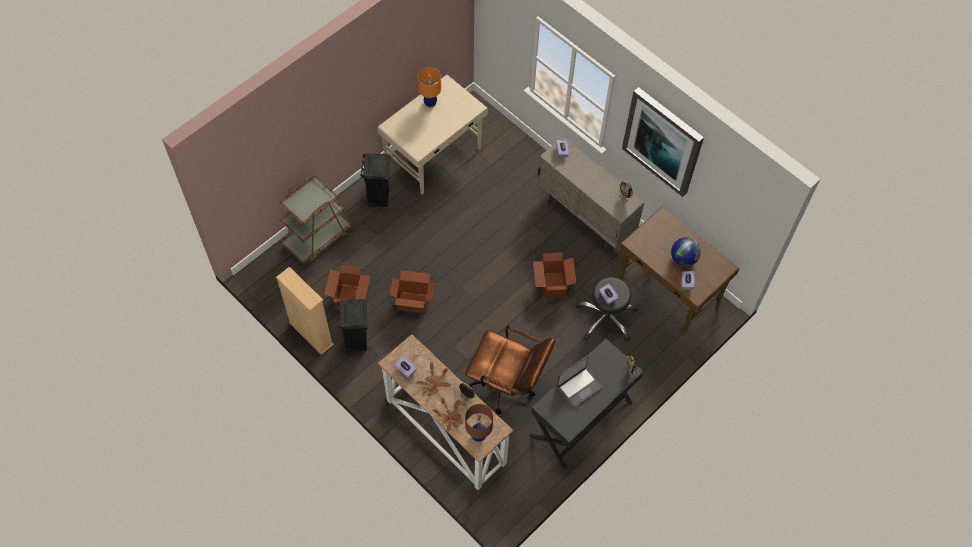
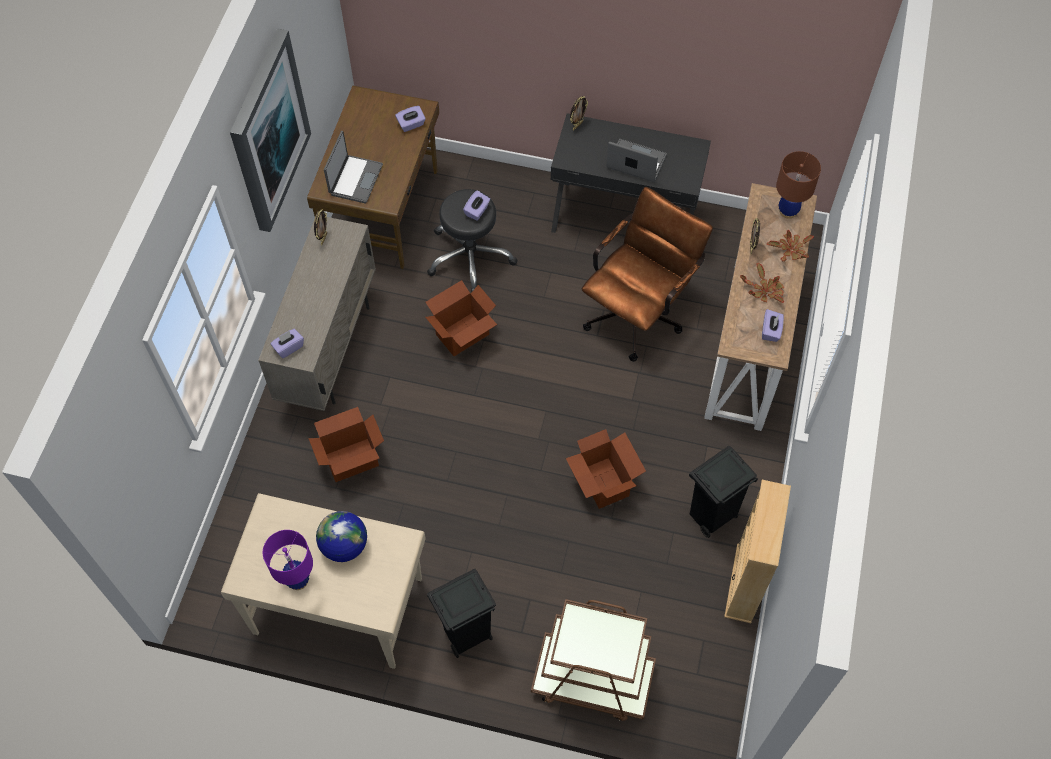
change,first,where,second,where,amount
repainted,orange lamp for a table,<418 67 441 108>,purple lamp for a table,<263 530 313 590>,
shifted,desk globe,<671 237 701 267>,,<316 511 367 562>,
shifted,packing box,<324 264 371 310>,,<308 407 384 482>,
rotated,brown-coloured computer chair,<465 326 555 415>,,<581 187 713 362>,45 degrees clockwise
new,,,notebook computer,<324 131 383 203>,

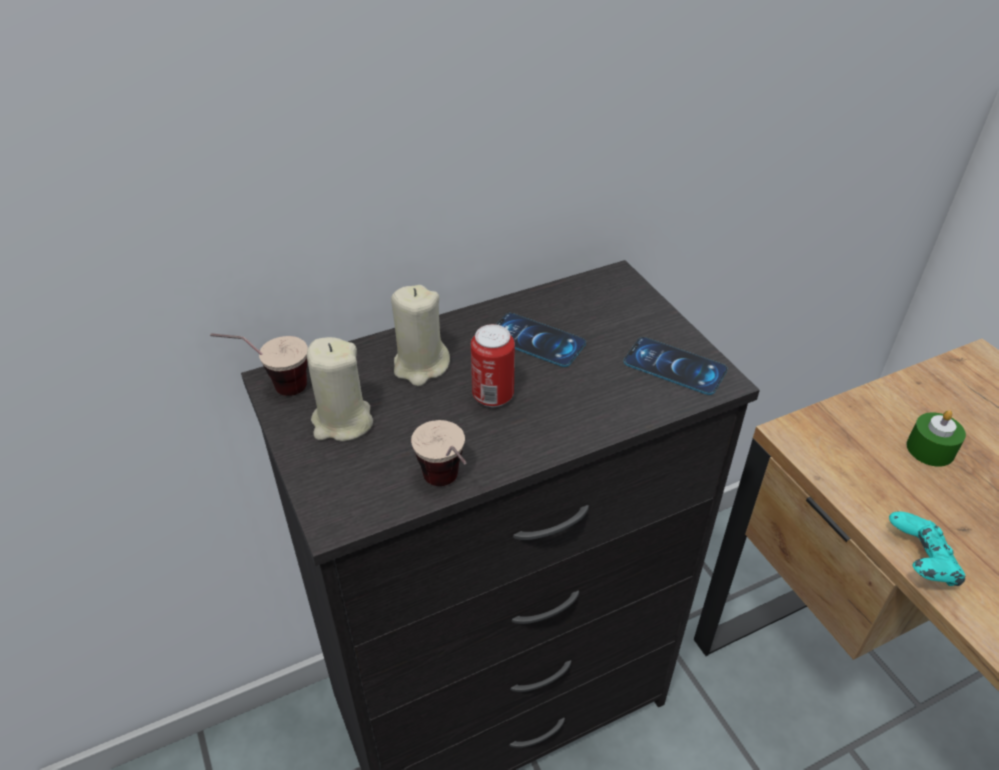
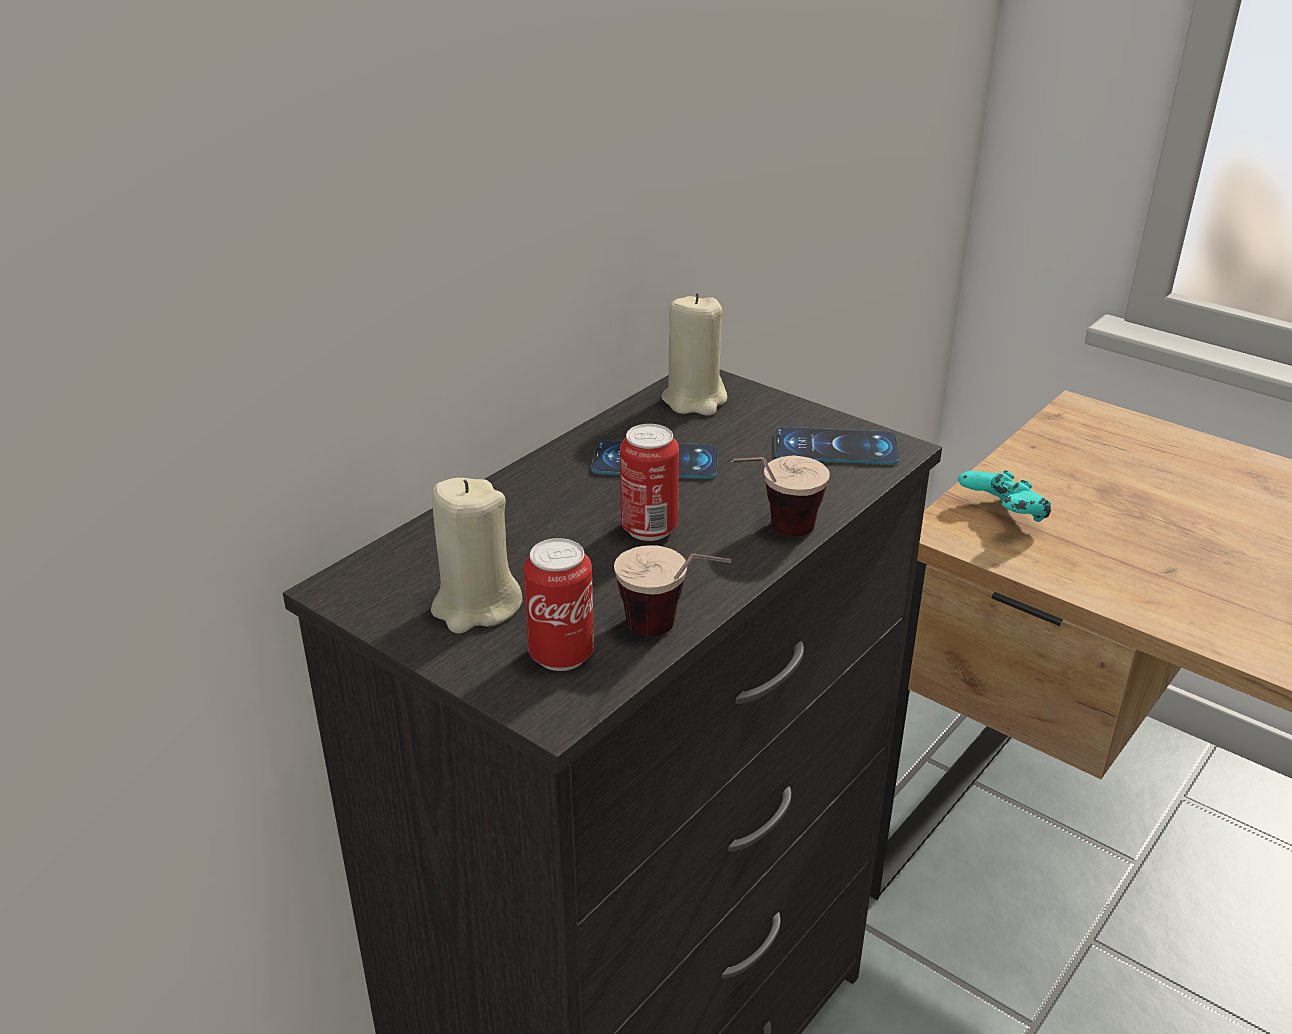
change,first,where,second,where,amount
shifted,sand-coloured wax candle,<391 285 450 386>,,<662 293 727 416>,
shifted,small cup,<210 333 308 396>,,<731 456 830 537>,
gone,green-coloured wax candle,<906 410 966 467>,,,
shifted,blue-green joypad,<889 511 966 586>,,<958 470 1051 522>,
new,,,sealed can,<523 538 594 671>,

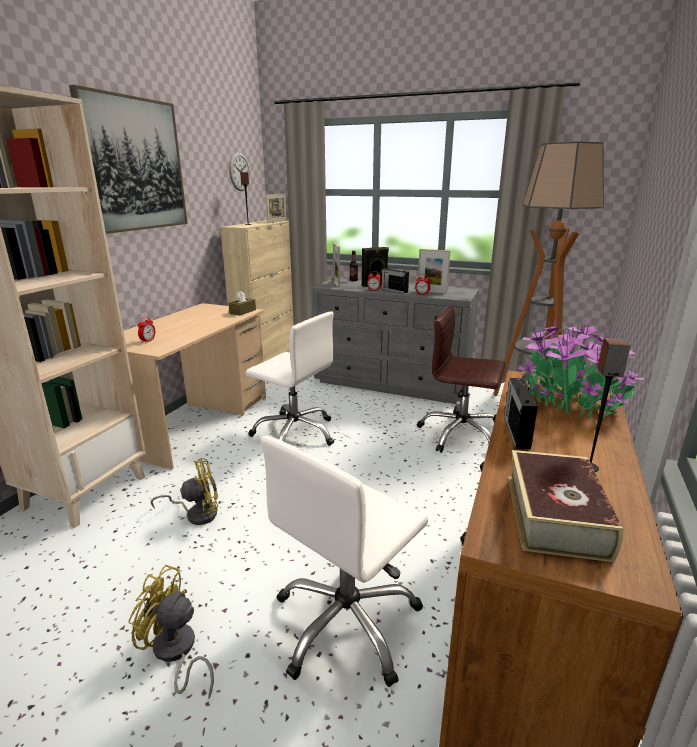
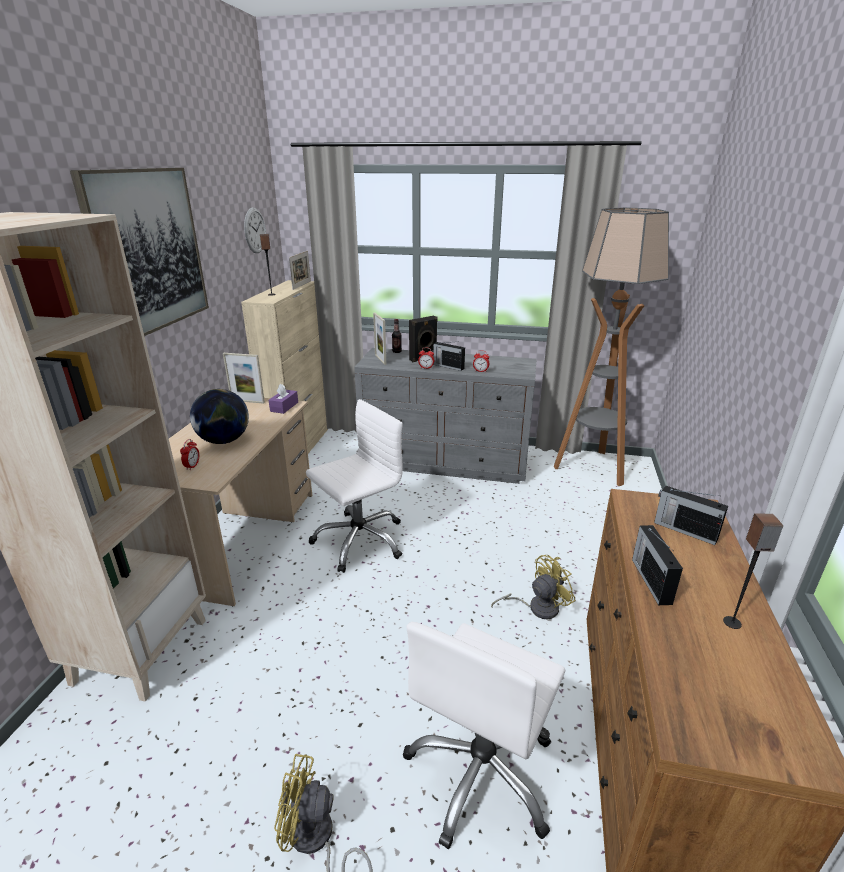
change,first,where,second,where,amount
shifted,standing frame,<418 249 451 294>,,<223 353 265 404>,
repainted,brown-coloured box of tissues,<229 290 256 316>,purple box of tissues,<269 384 298 414>,
gone,brown-coloured computer chair,<417 305 505 453>,,,
rotated,white computer chair,<246 311 334 446>,,<306 399 403 573>,60 degrees counterclockwise
swapped,plant in a pot,<518 317 644 418>,radio receiver,<654 486 728 545>,
gone,book,<508 450 623 563>,,,
shifted,yellow cooling fan,<151 458 218 525>,,<491 555 576 619>,
new,,,desk globe,<190 389 249 444>,

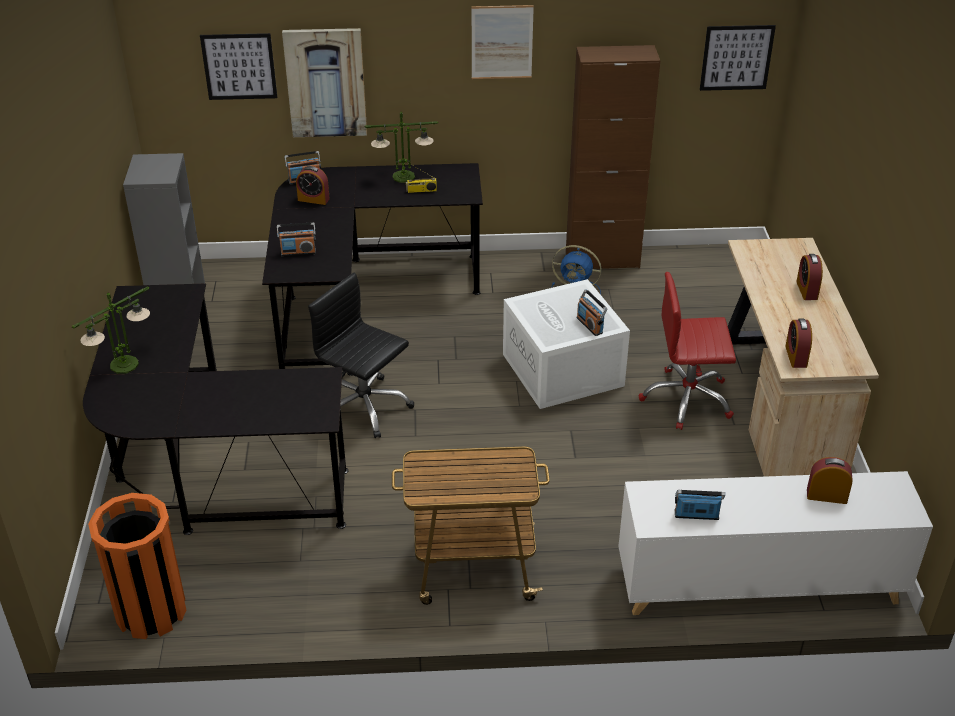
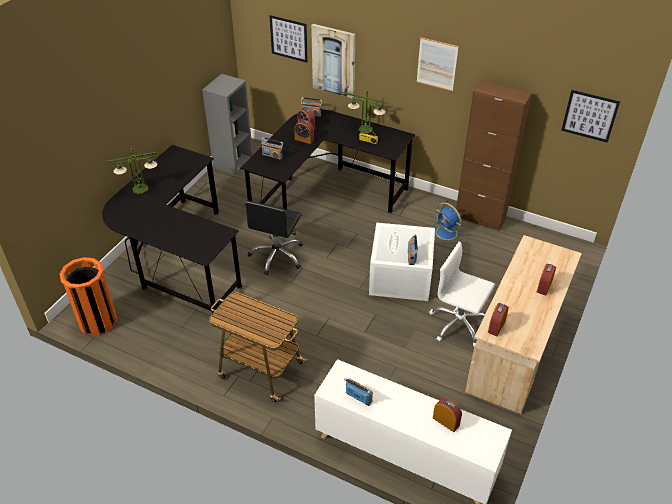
change,first,where,second,where,amount
repainted,red computer chair,<639 272 736 430>,white computer chair,<429 242 495 346>,
rotated,blackish computer chair,<308 273 414 438>,,<245 201 303 275>,135 degrees counterclockwise
new,,,alarm clock,<294 120 314 144>,

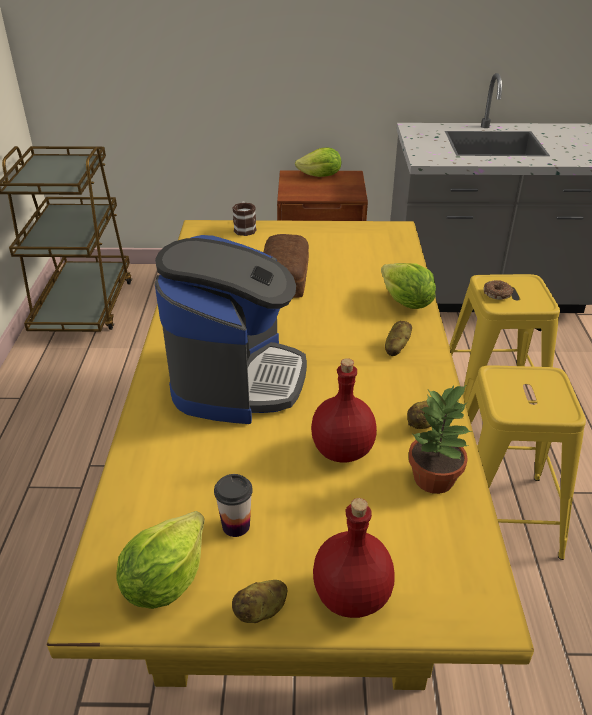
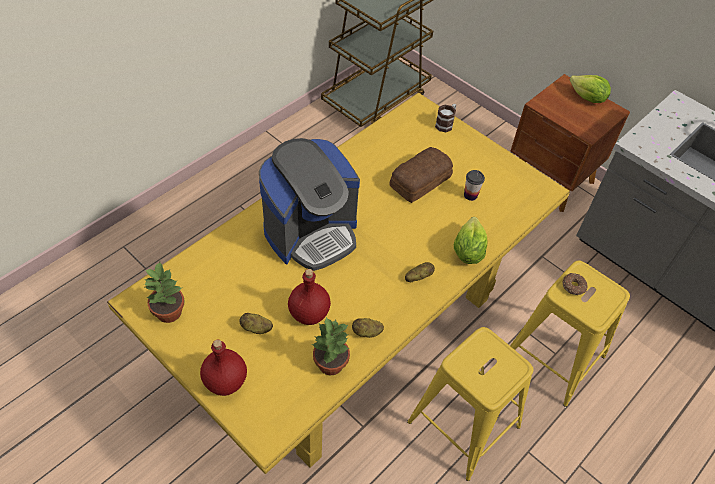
change,first,where,second,where,amount
shifted,small cup,<214 474 253 537>,,<464 170 485 201>,
swapped,head of lettuce,<117 511 205 609>,plant in a pot,<144 262 184 323>,
shifted,spud,<232 580 287 623>,,<239 313 273 334>,

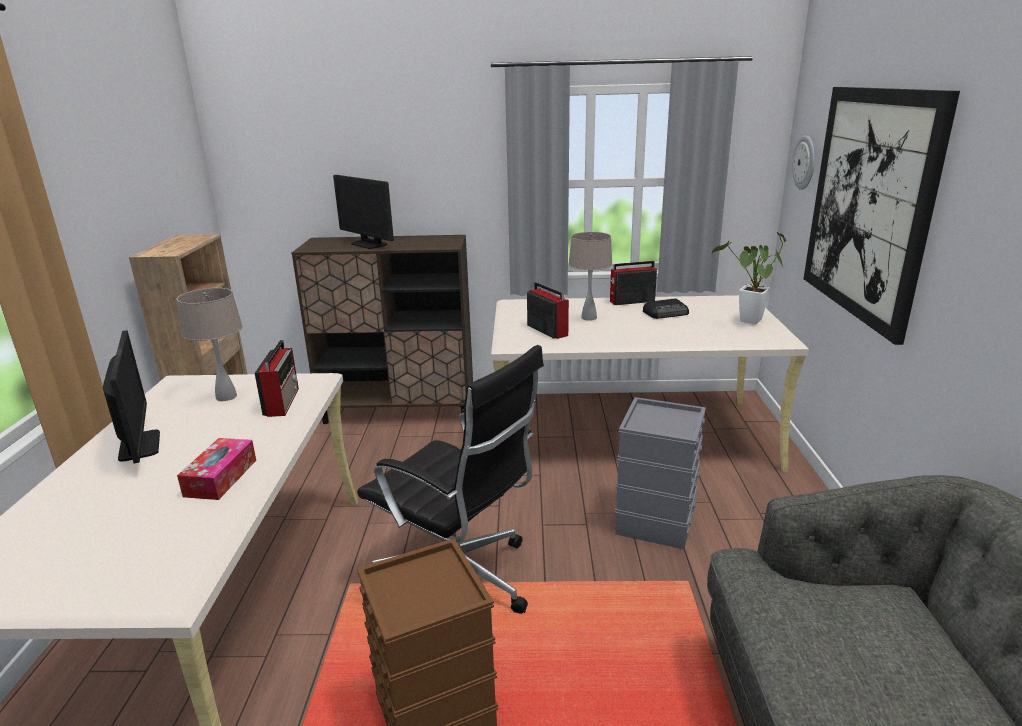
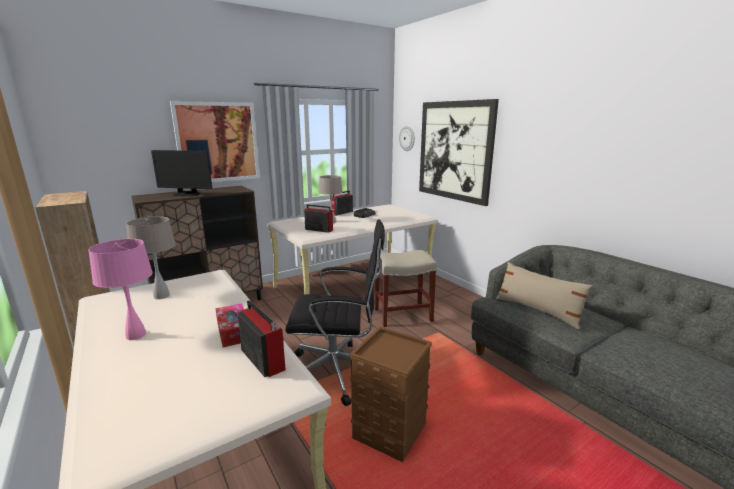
change,first,where,second,where,amount
gone,plant in a pot,<712 232 786 324>,,,
swapped,computer display,<103 330 160 463>,pink-coloured lamp for a table,<88 239 153 340>,
shifted,radio receiver,<255 340 299 417>,,<237 300 286 377>,
swapped,gray storage container,<615 397 706 549>,sand-coloured sitting stool,<374 250 437 327>,
new,,,wall picture,<170 101 260 182>,
new,,,sand-coloured throw pillow,<496 262 593 329>,

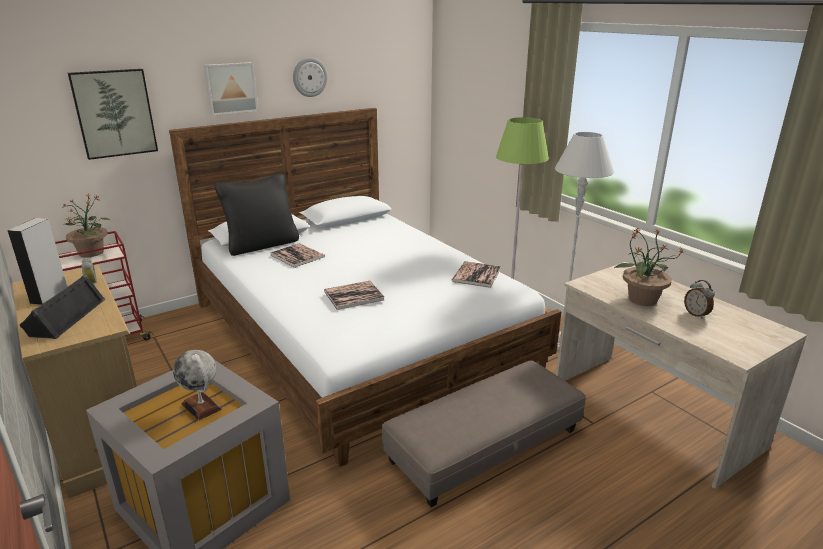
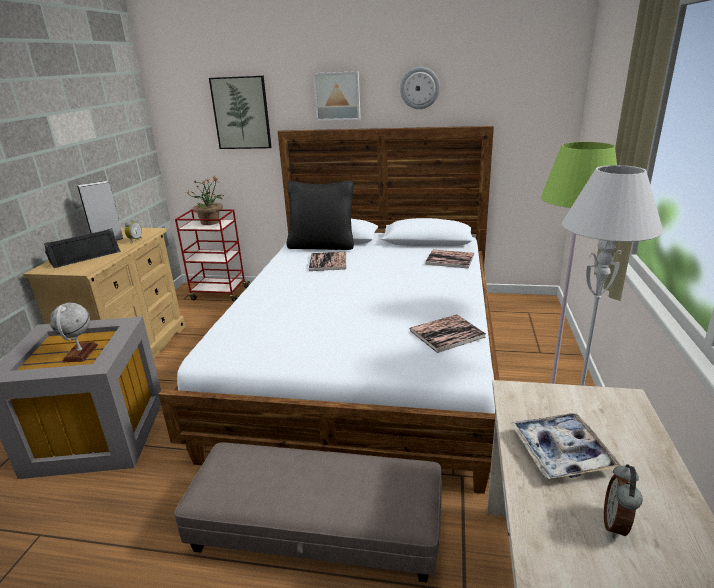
change,first,where,second,where,amount
swapped,plant in a pot,<614 227 686 306>,tray,<511 413 622 479>,
shifted,book,<324 281 384 310>,,<425 250 474 269>,

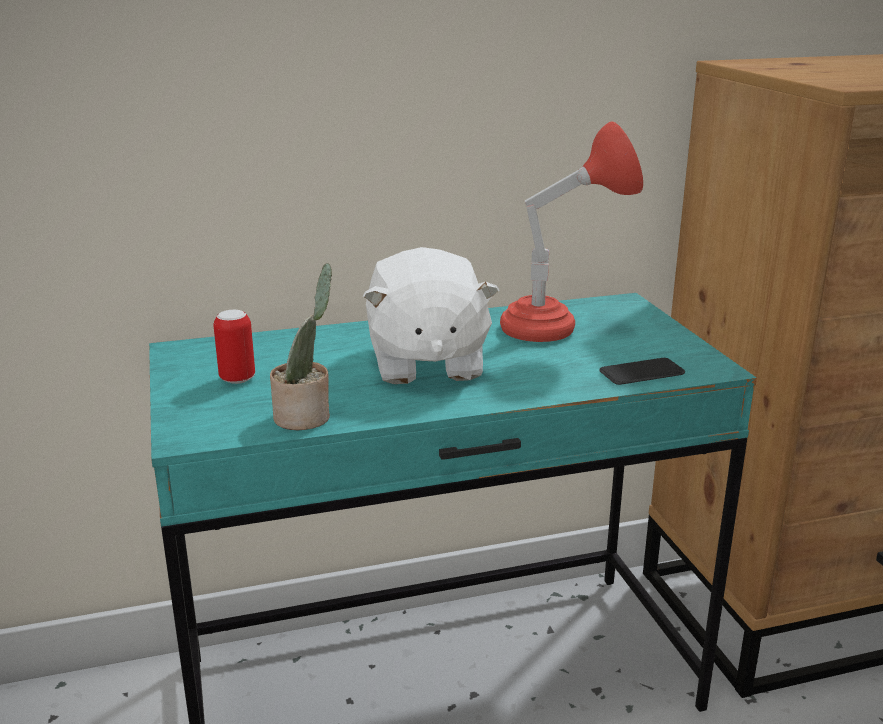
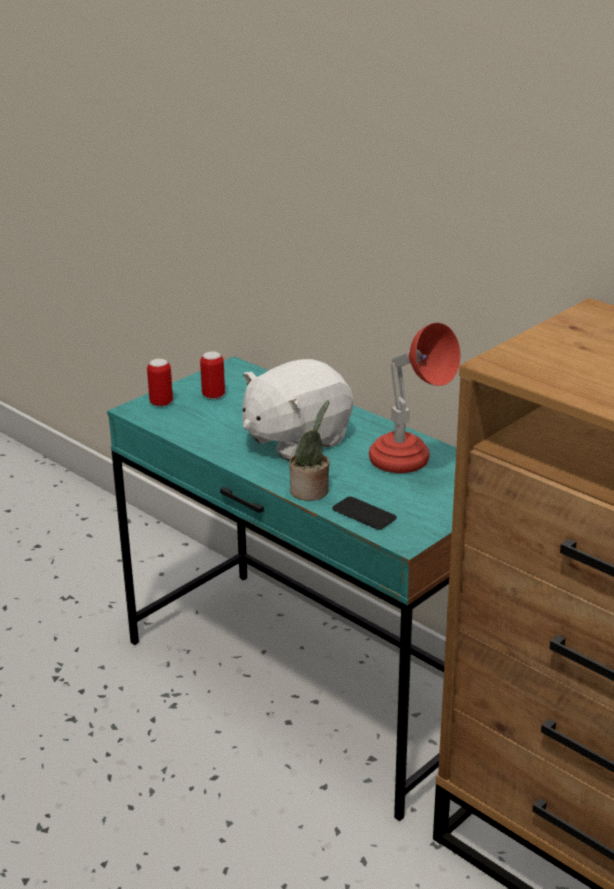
change,first,where,second,where,amount
shifted,plant in a pot,<270 263 332 430>,,<290 400 330 501>,
new,,,sealed can,<147 358 173 407>,

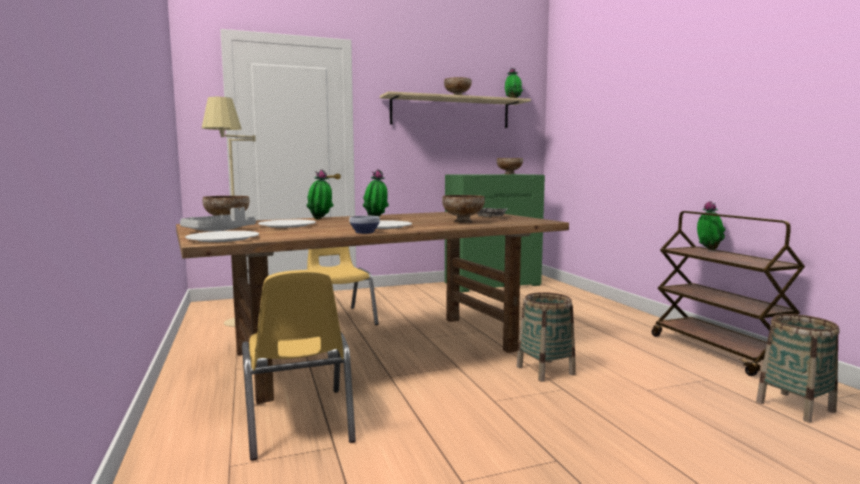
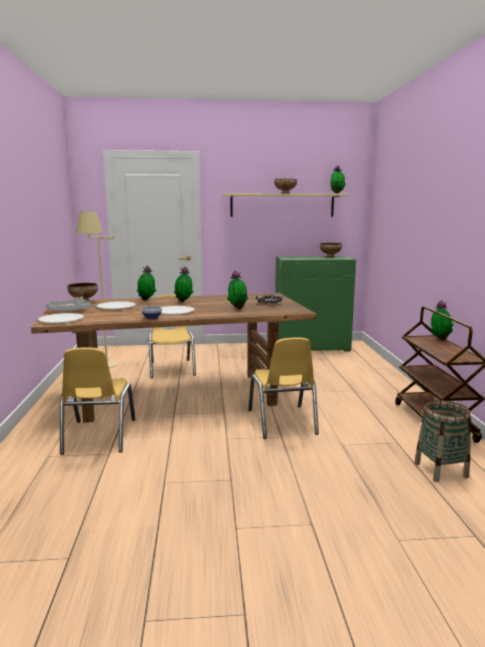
change,first,where,second,where,amount
swapped,serving bowl,<442 195 485 223>,plant in a pot,<227 271 248 309>,
swapped,storage basket,<517 292 576 382>,yellow upright chair,<248 338 319 439>,

